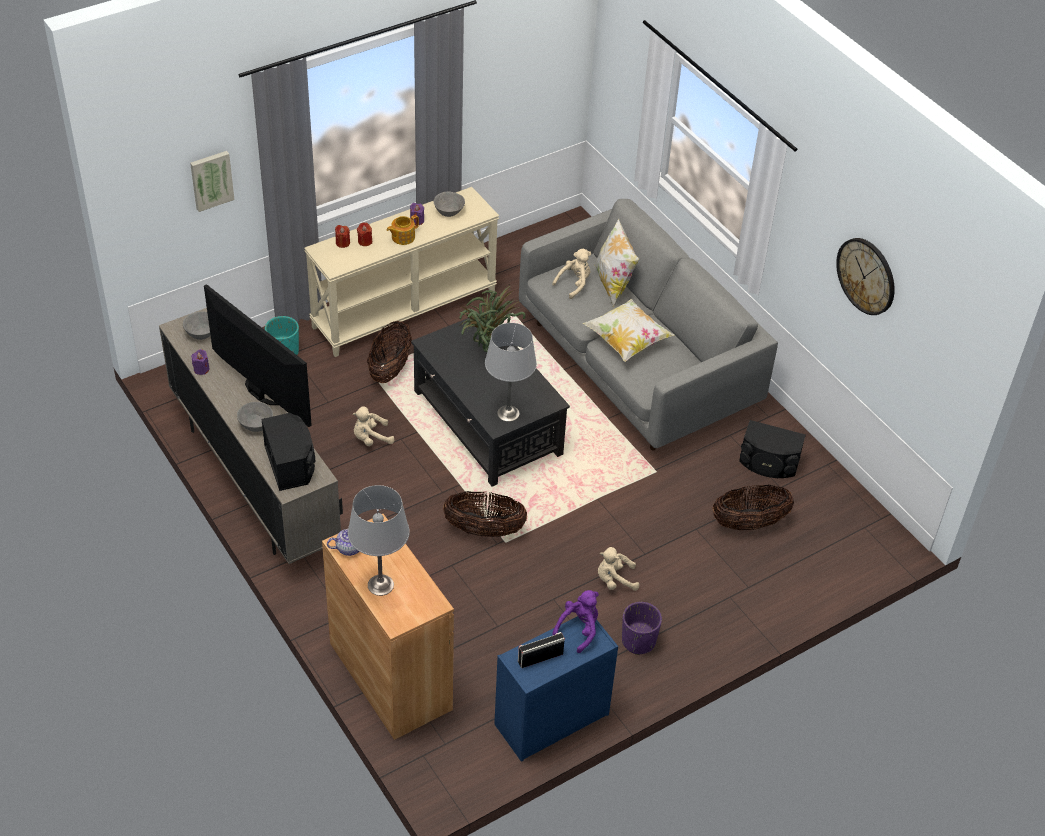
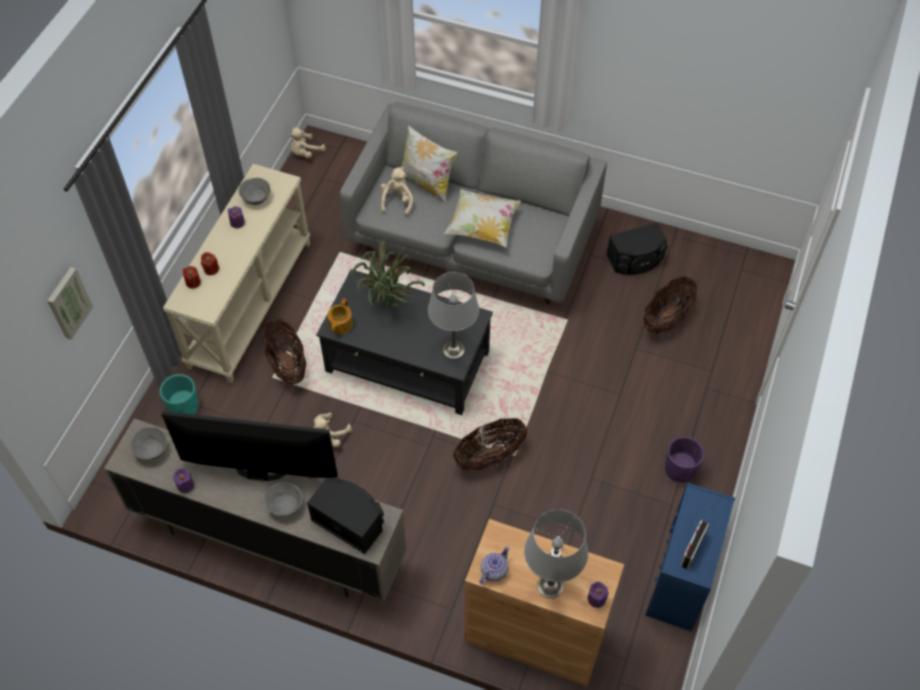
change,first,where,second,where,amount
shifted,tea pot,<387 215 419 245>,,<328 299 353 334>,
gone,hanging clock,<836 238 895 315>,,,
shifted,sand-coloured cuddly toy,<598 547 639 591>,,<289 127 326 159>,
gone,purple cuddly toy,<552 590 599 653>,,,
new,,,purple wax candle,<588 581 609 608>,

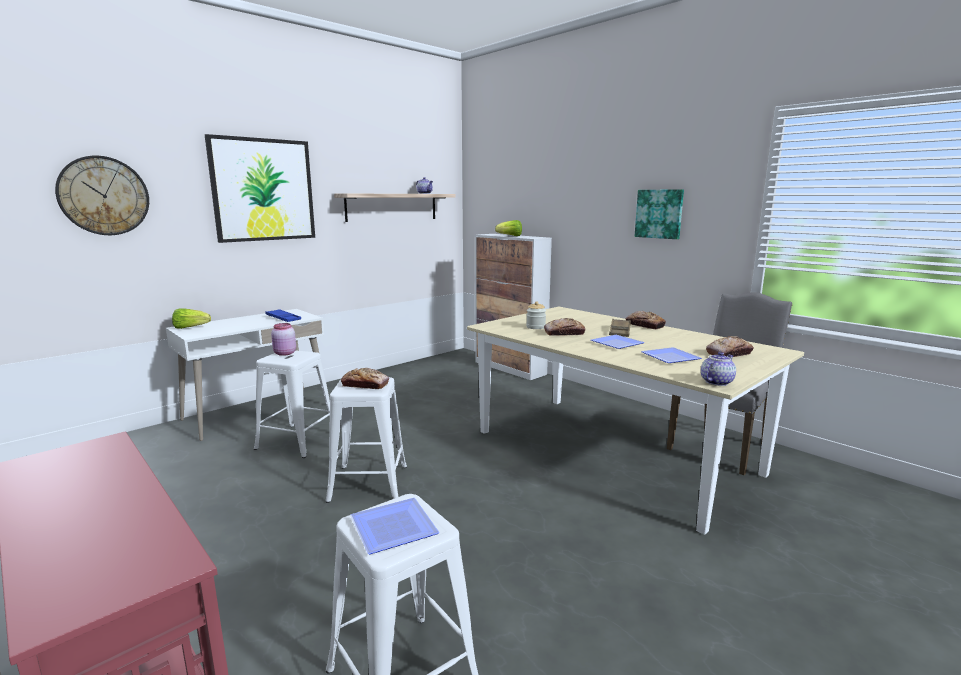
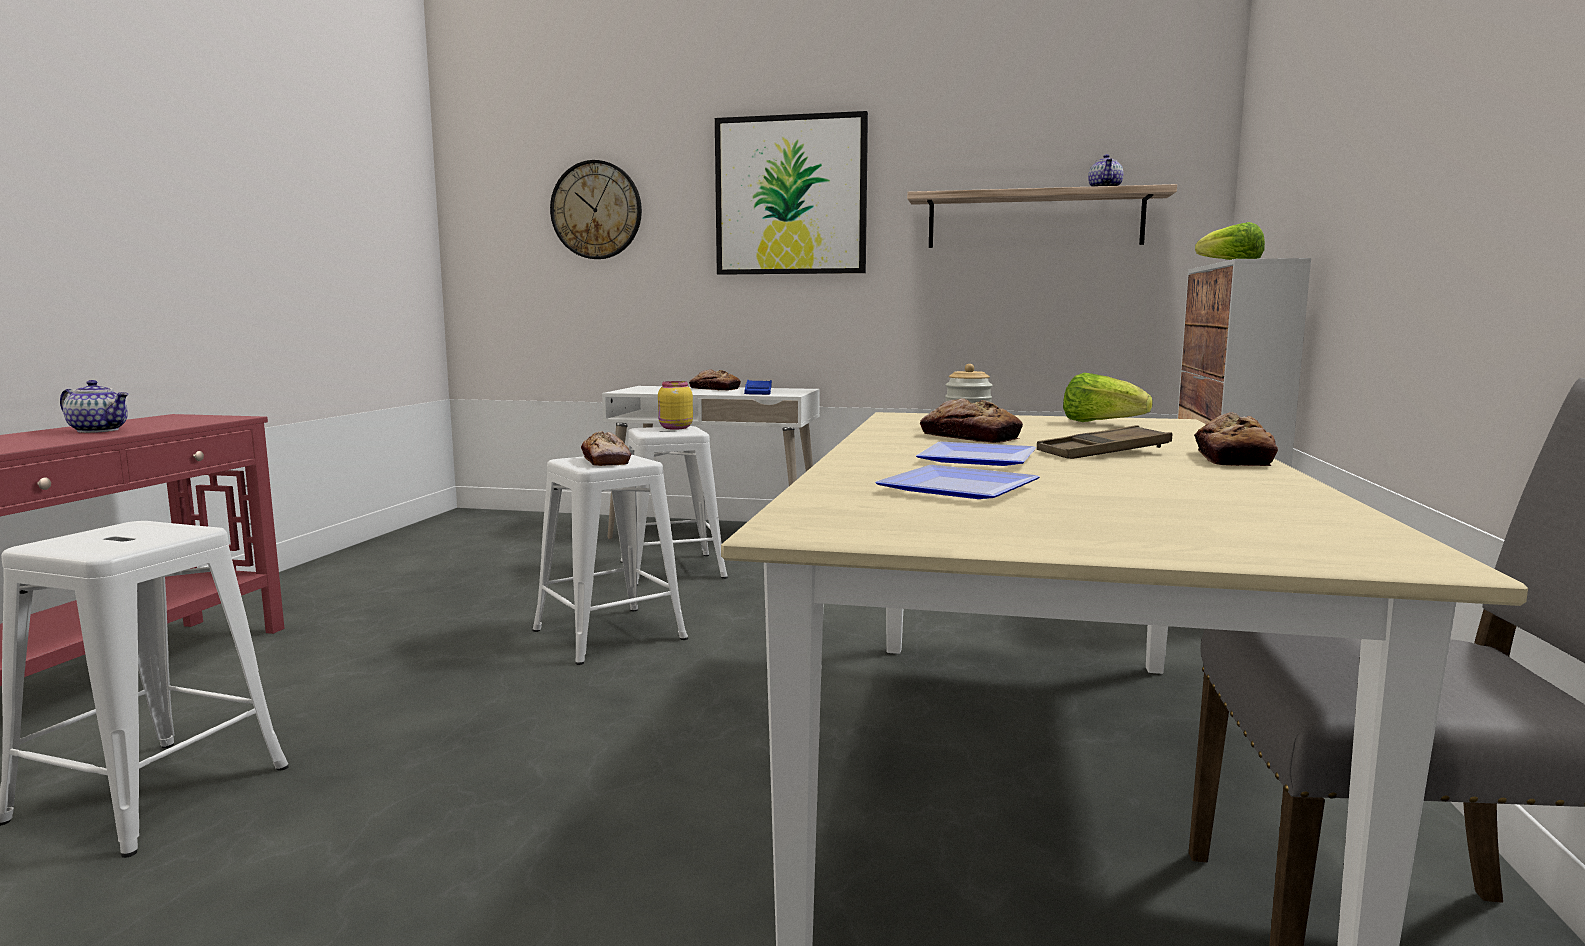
change,first,where,second,where,amount
gone,wall picture,<635 189 684 239>,,,
shifted,head of lettuce,<172 308 211 329>,,<1063 373 1153 422>,
repainted,pink-coloured jar,<271 323 296 356>,yellow jar,<658 381 693 429>,
shifted,bakery bread,<706 336 754 357>,,<689 369 741 390>,
shifted,tea pot,<701 352 736 386>,,<60 380 128 433>,
gone,plate,<350 498 439 554>,,,

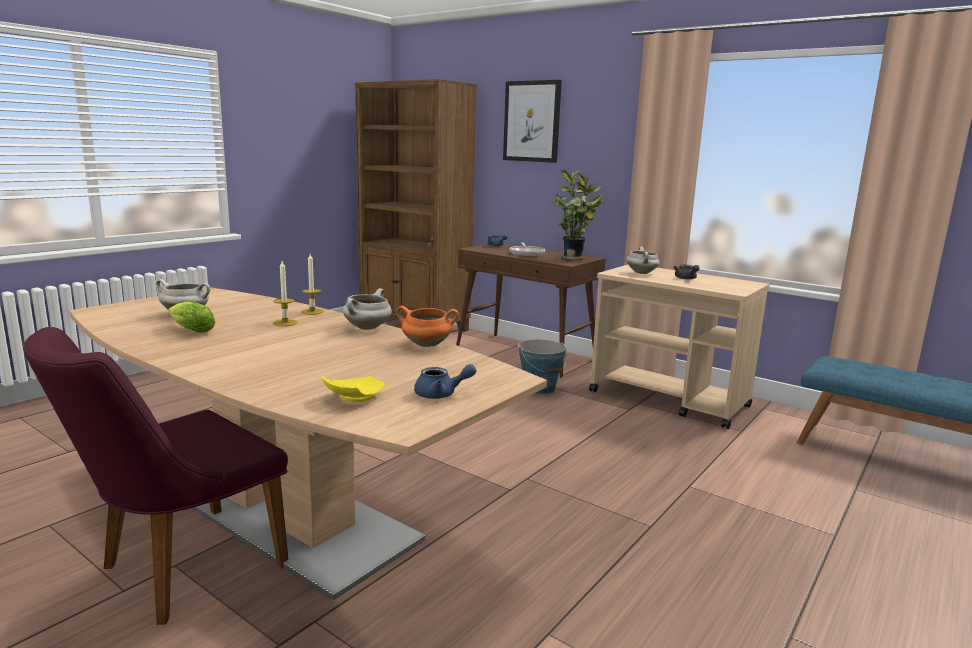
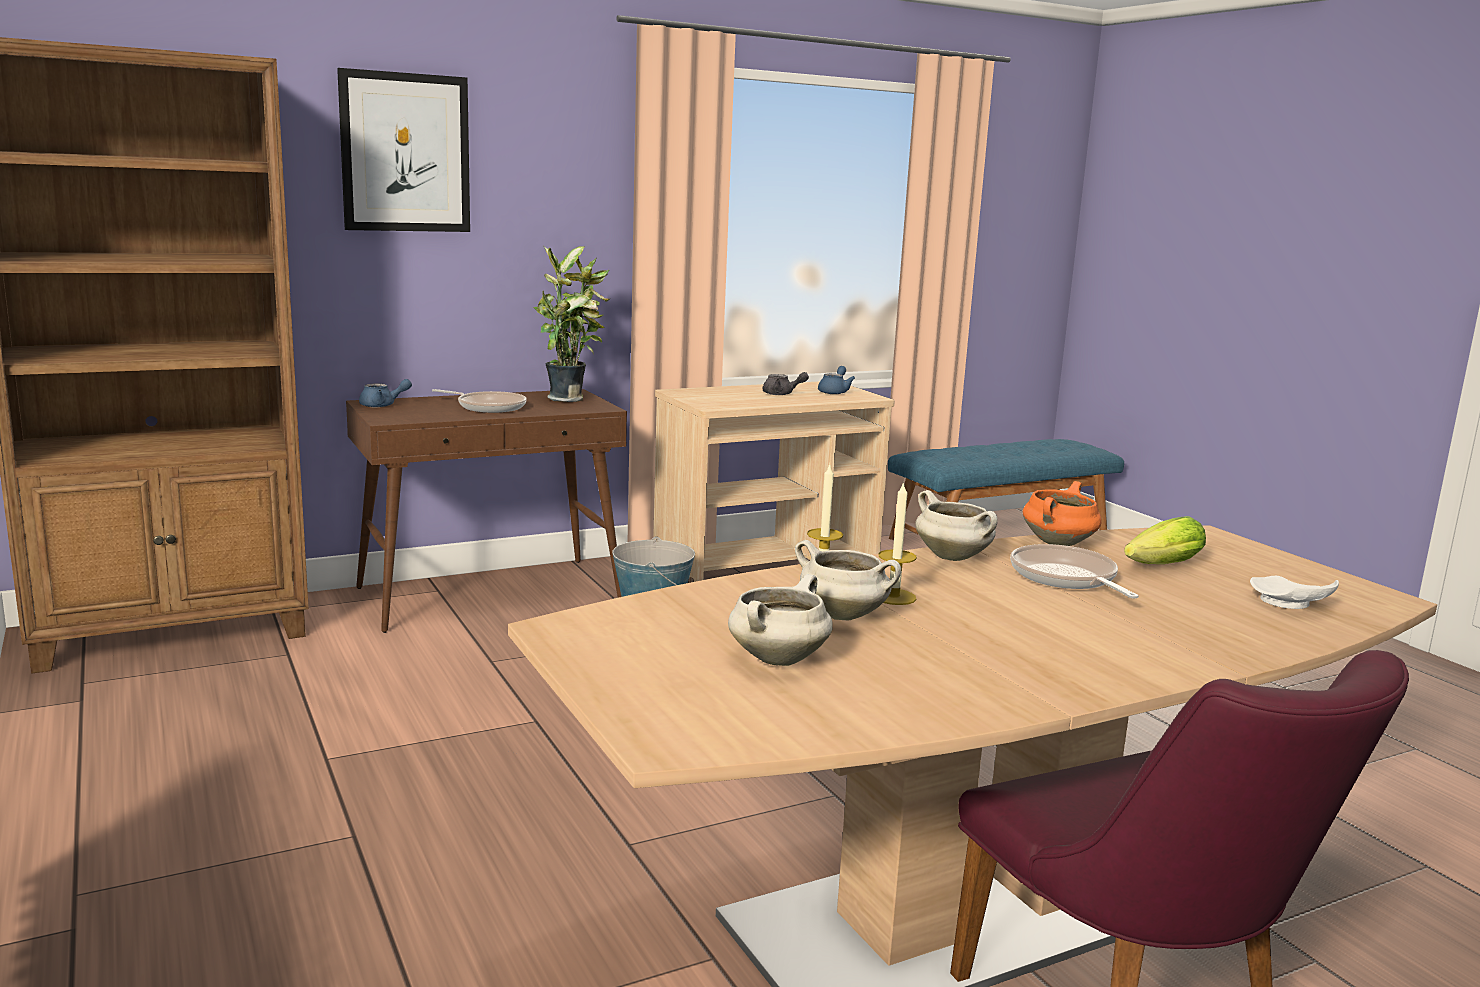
change,first,where,second,where,amount
shifted,white stockpot,<626 246 660 274>,,<795 540 901 621>,
shifted,head of lettuce,<168 302 215 333>,,<1124 516 1206 564>,
shifted,blue-coloured tea pot,<414 364 476 399>,,<818 366 855 394>,
repainted,yellow plate,<322 375 385 402>,white plate,<1250 576 1339 609>,
new,,,skillet,<1010 544 1139 599>,

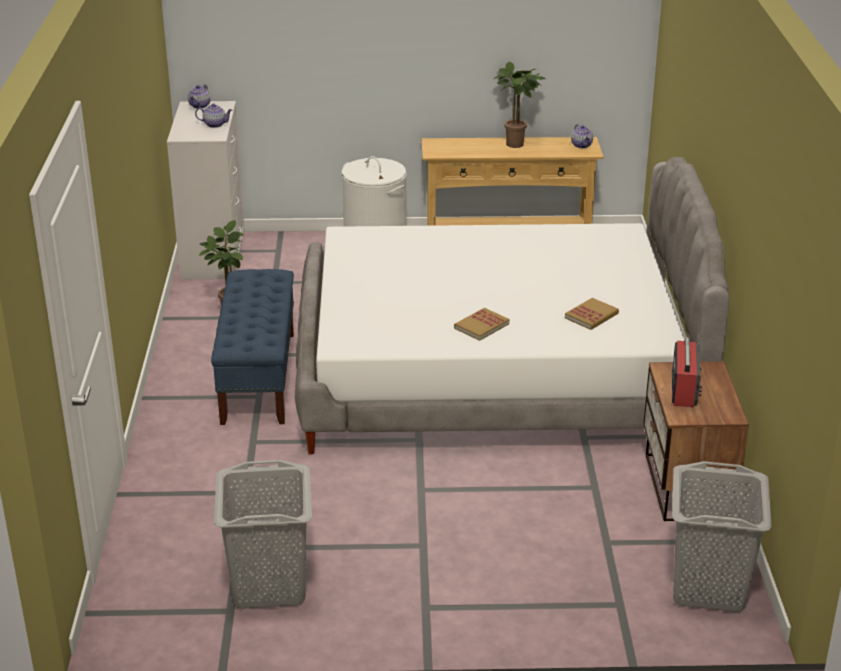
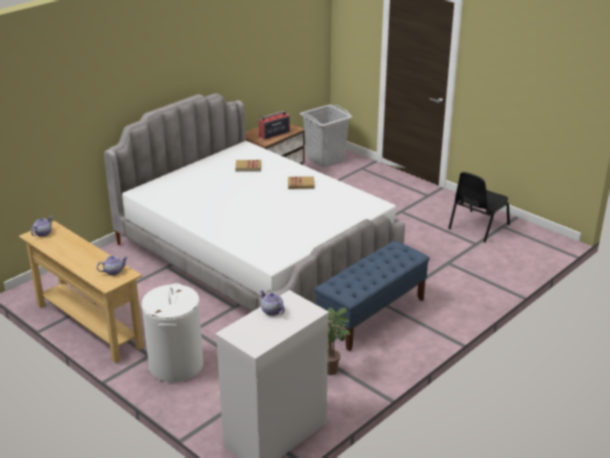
change,first,where,second,where,amount
gone,plant in a pot,<493 62 546 148>,,,
shifted,tea pot,<188 84 210 108>,,<97 256 128 275>,
swapped,gray washing basket,<214 460 312 609>,blackish upright chair,<448 172 510 242>,

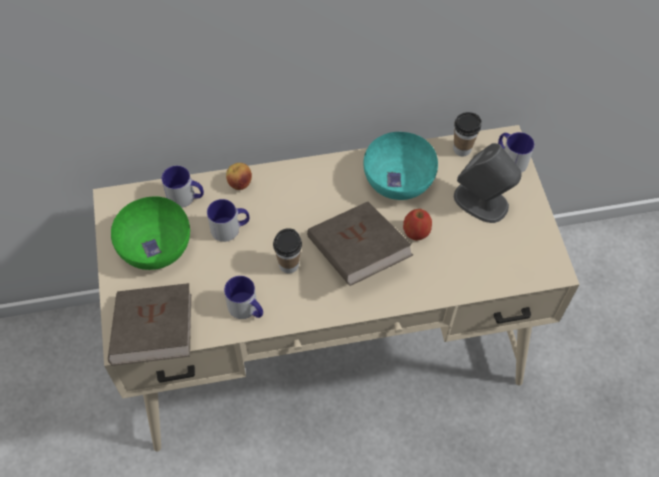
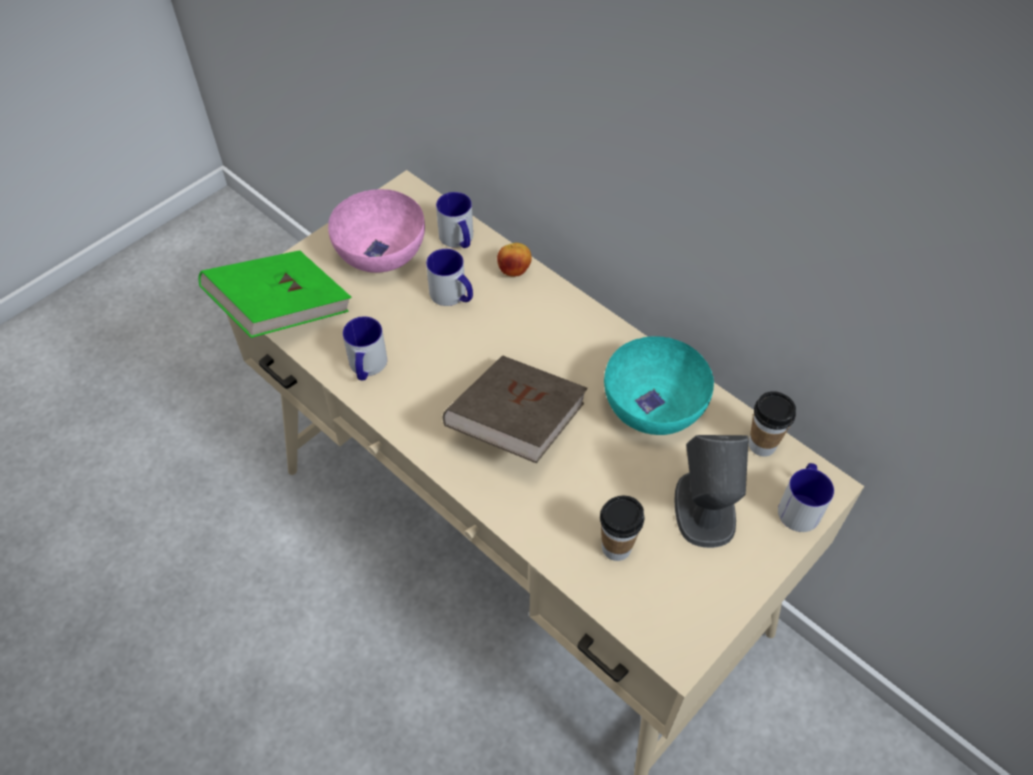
change,first,where,second,where,amount
repainted,green-coloured serving bowl,<111 196 190 270>,pink-coloured serving bowl,<328 189 425 273>,
gone,apple fruit,<403 209 432 241>,,,
shifted,small cup,<273 228 302 274>,,<600 496 645 561>,
repainted,brown-coloured book,<108 283 191 366>,green-coloured book,<199 250 352 338>,

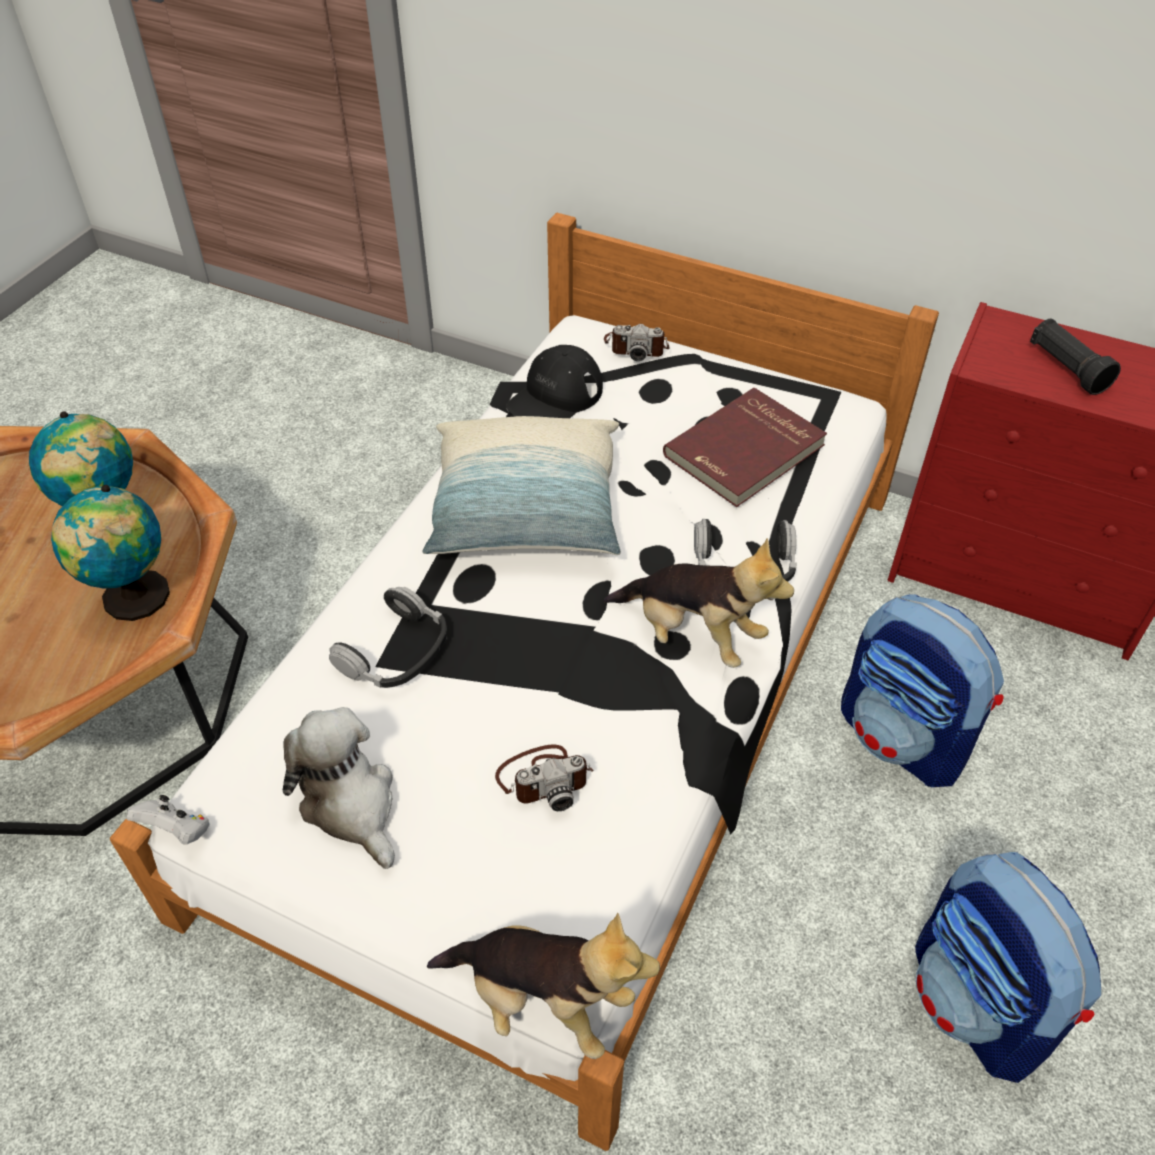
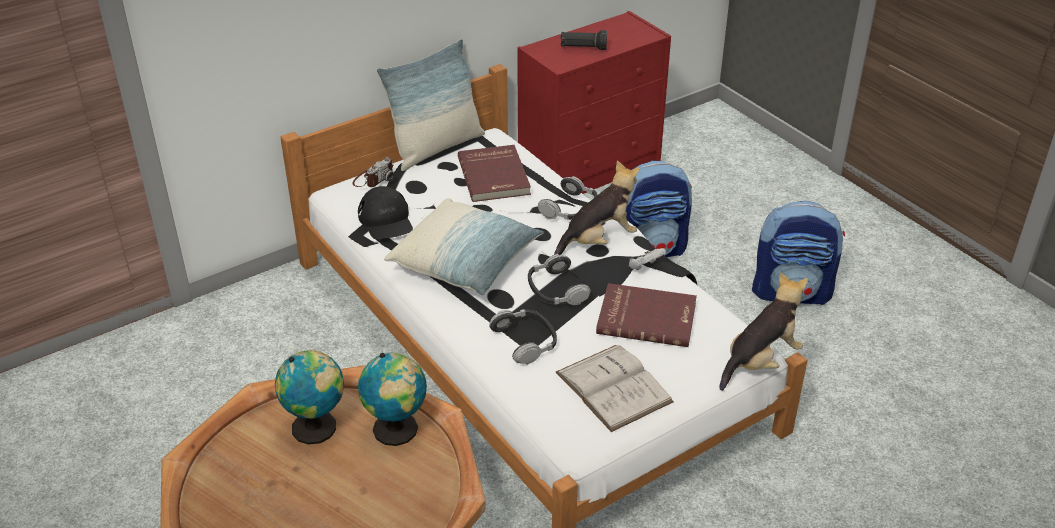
change,first,where,second,where,amount
swapped,cuddly toy,<283 707 395 869>,white book,<556 345 674 432>,
swapped,photo camera,<495 744 593 811>,red book,<596 283 697 347>,
shifted,white joypad,<127 795 210 844>,,<629 248 666 270>,
new,,,throw pillow,<377 39 485 171>,
new,,,pair of headphones,<528 254 591 305>,

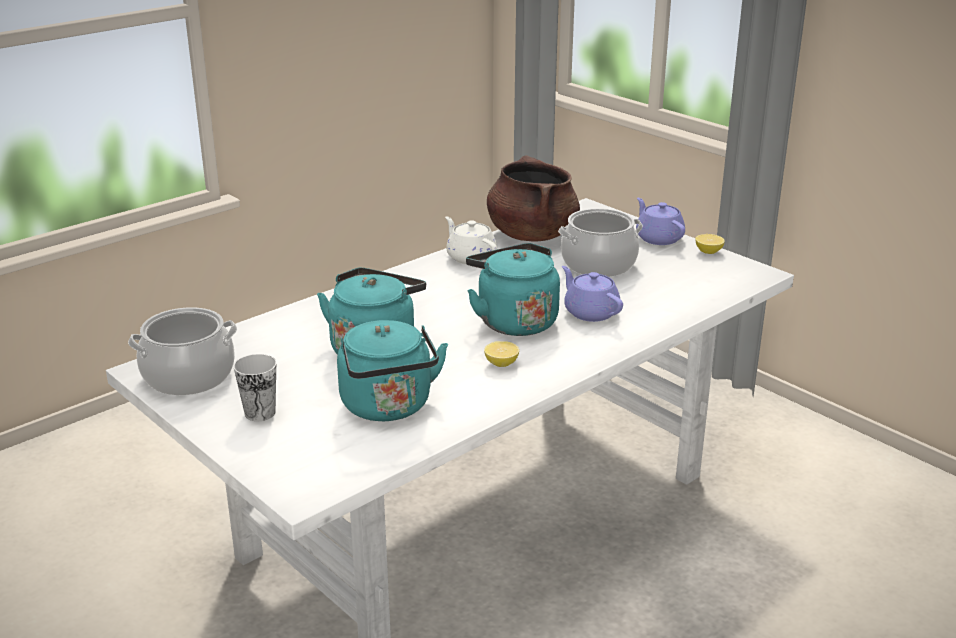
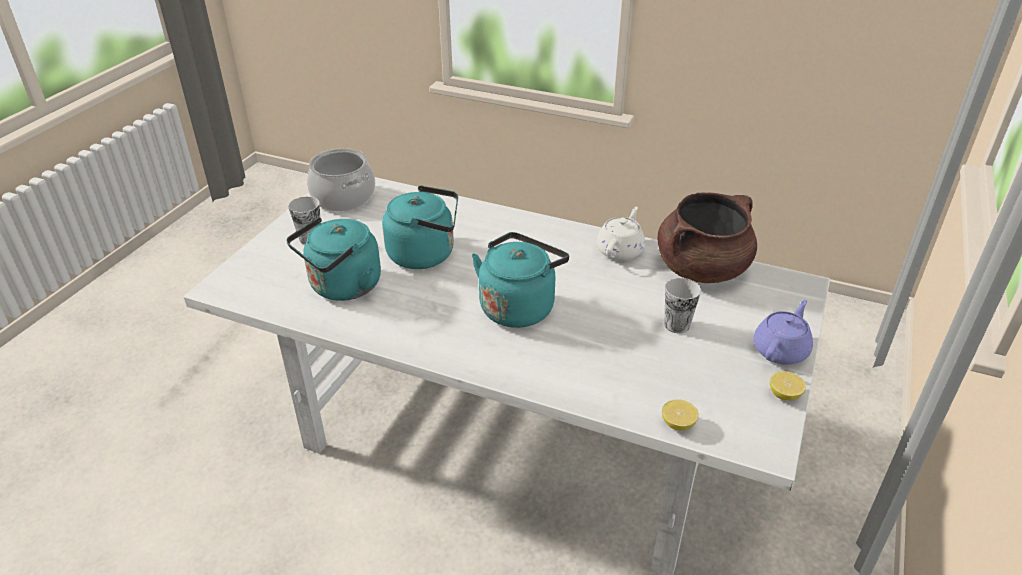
change,first,where,second,where,amount
swapped,stockpot,<558 208 643 277>,small cup,<665 278 701 333>,
gone,purple tea pot,<562 266 623 322>,,,
shifted,lemon,<484 341 519 367>,,<662 399 699 430>,

